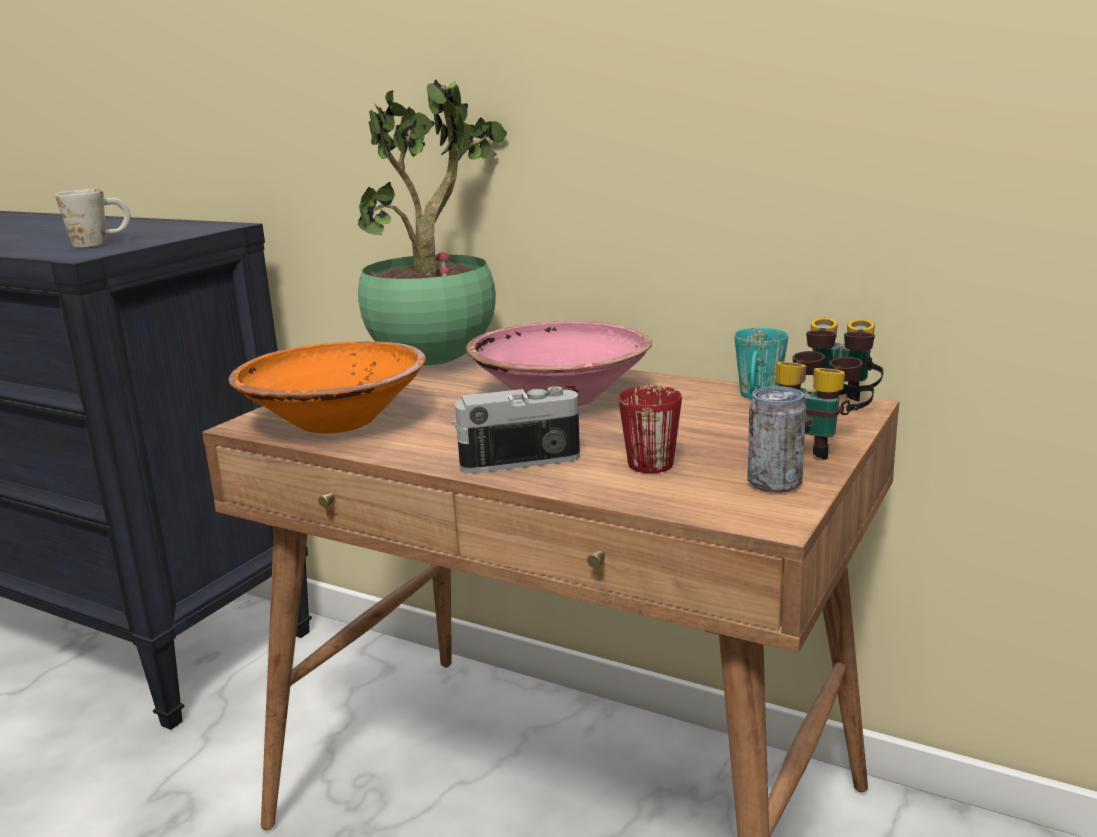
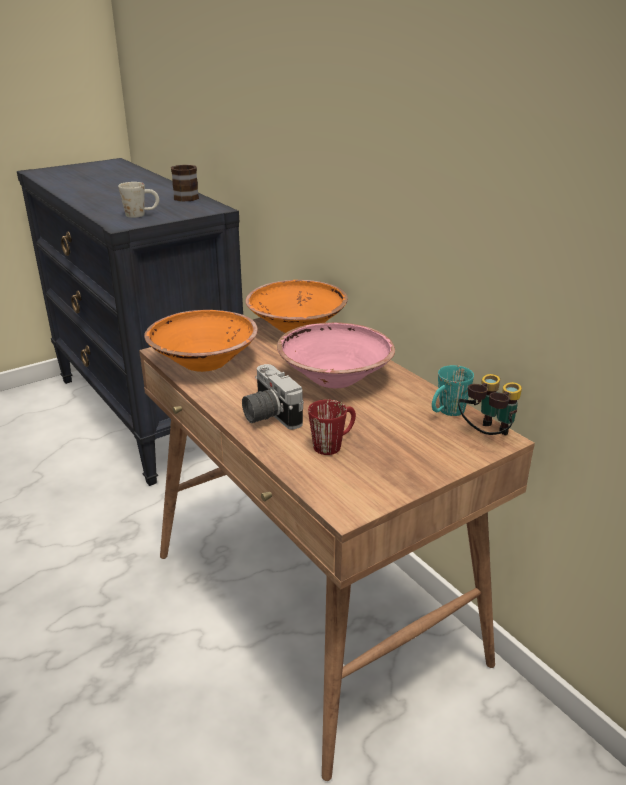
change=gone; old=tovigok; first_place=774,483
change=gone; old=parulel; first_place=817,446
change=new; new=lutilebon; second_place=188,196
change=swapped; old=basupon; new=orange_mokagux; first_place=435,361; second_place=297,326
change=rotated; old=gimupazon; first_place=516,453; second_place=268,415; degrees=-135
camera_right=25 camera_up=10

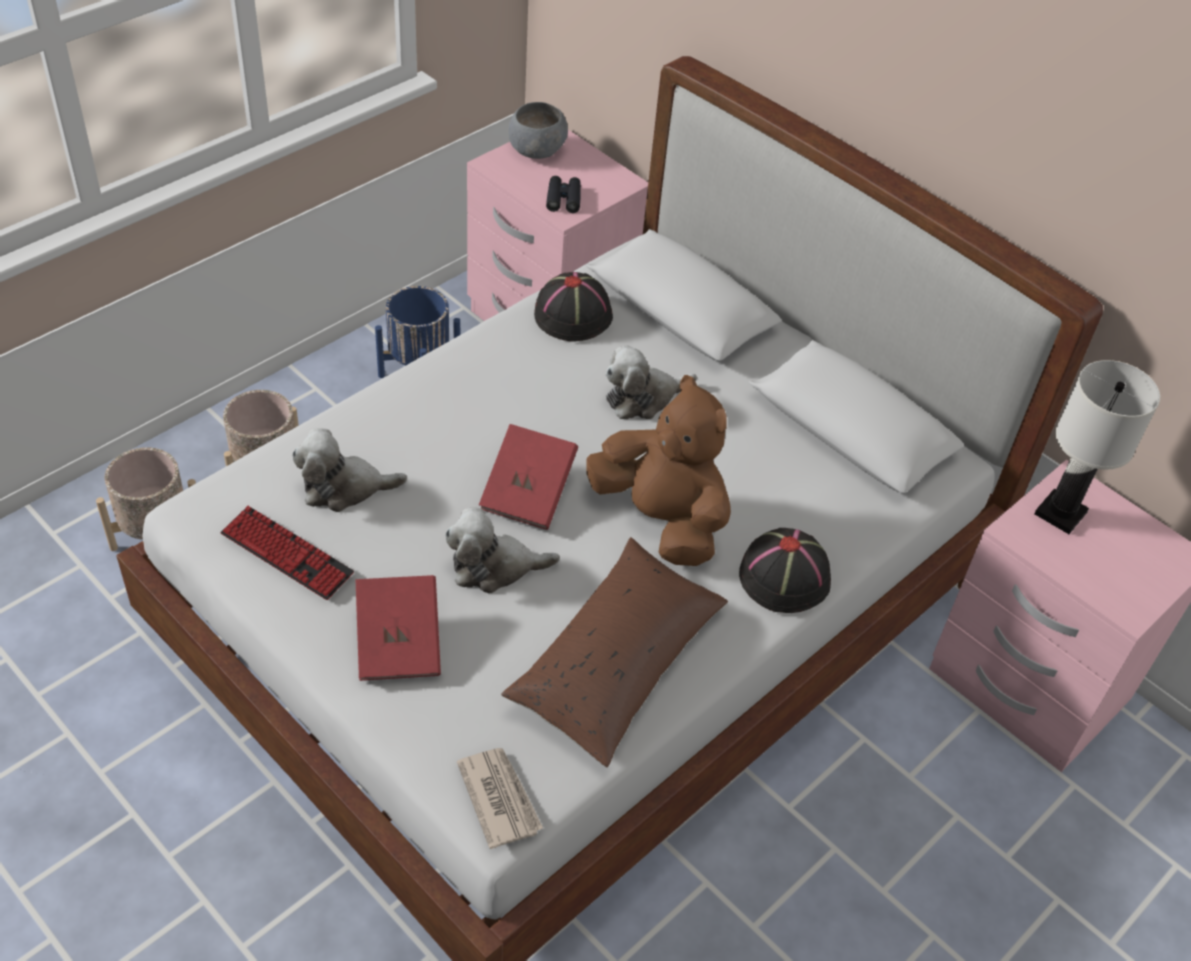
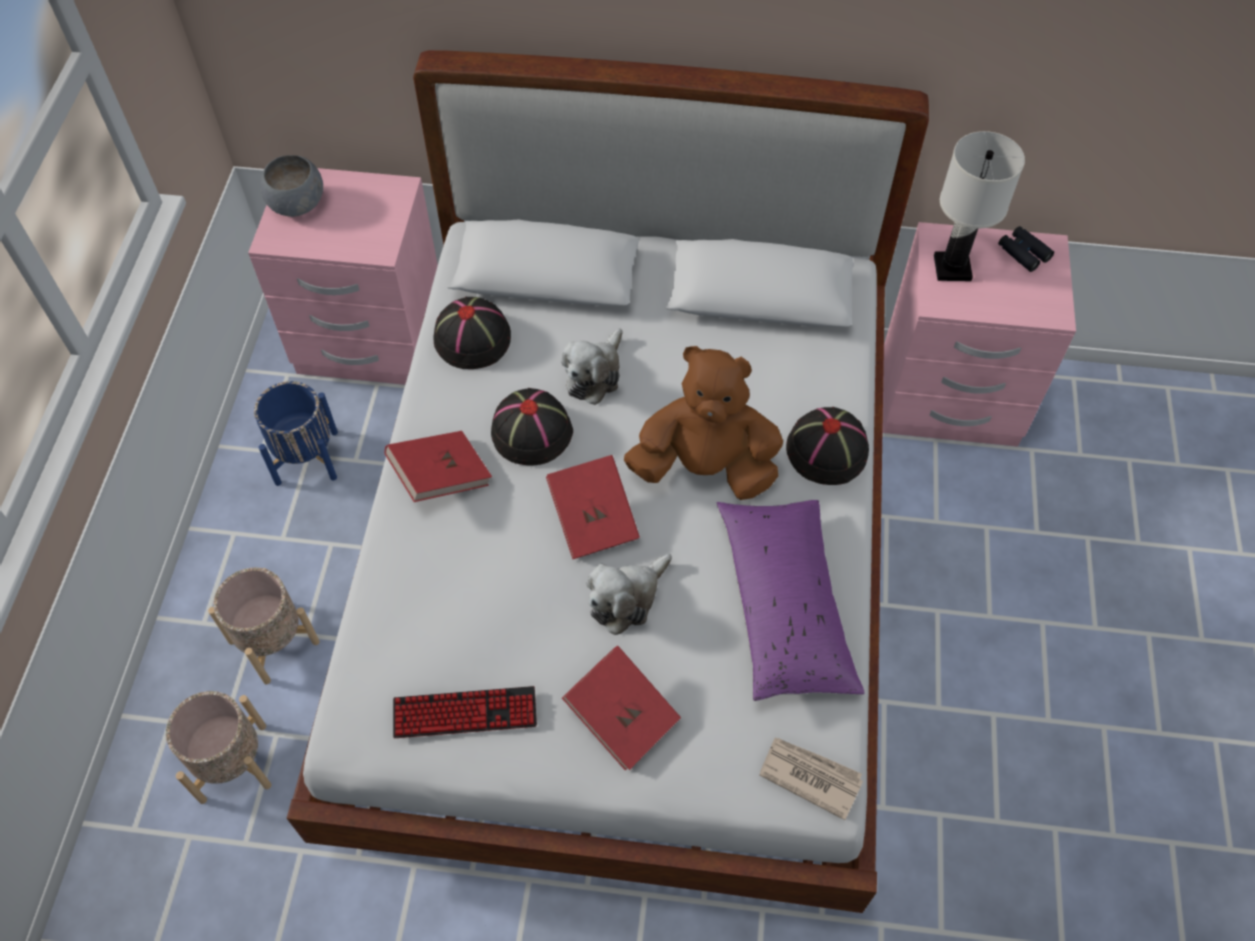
change=gone; old=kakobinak; first_place=344,488
change=new; new=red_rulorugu; second_place=441,477
change=new; new=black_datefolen; second_place=531,431
change=shifted; old=black_parulel; first_place=563,199; second_place=1023,253
change=repainted; old=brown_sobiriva; new=purple_sobiriva; first_place=617,663; second_place=784,607
camera_right=-35 camera_up=10

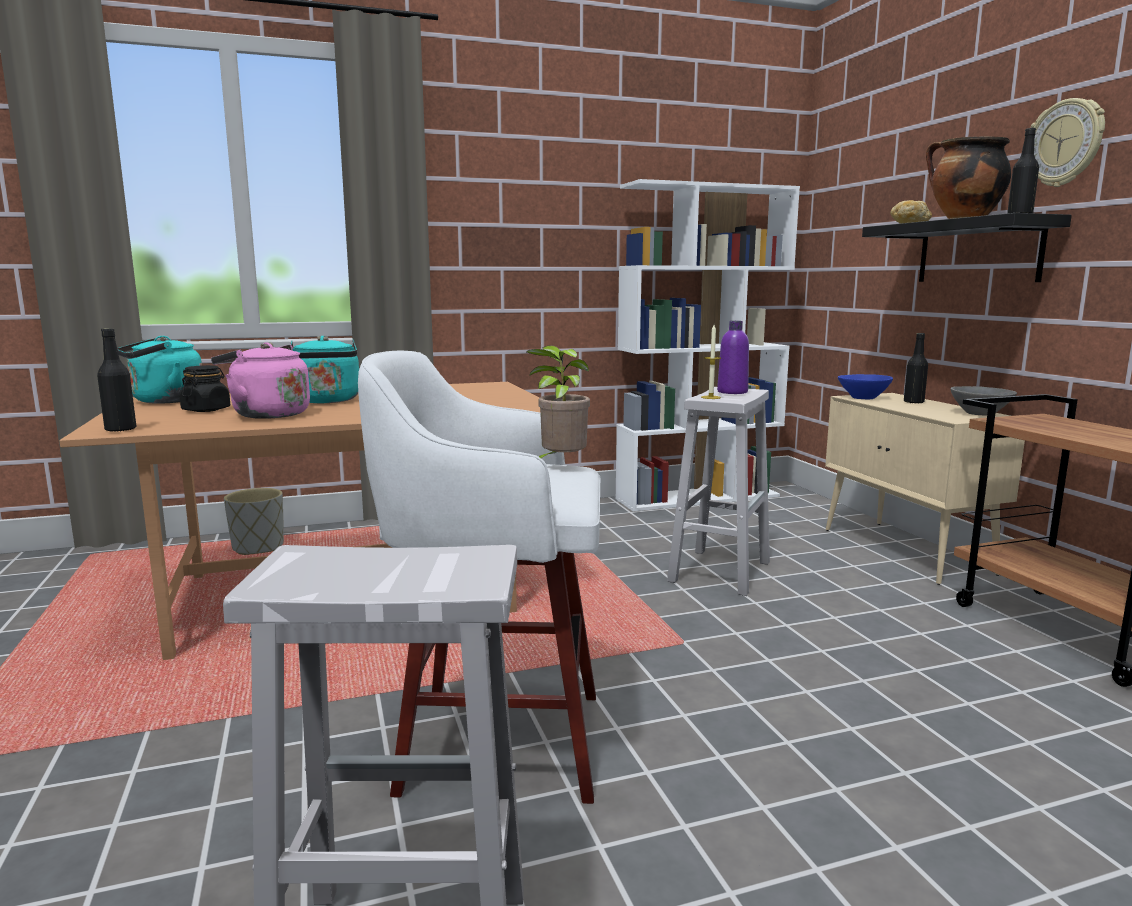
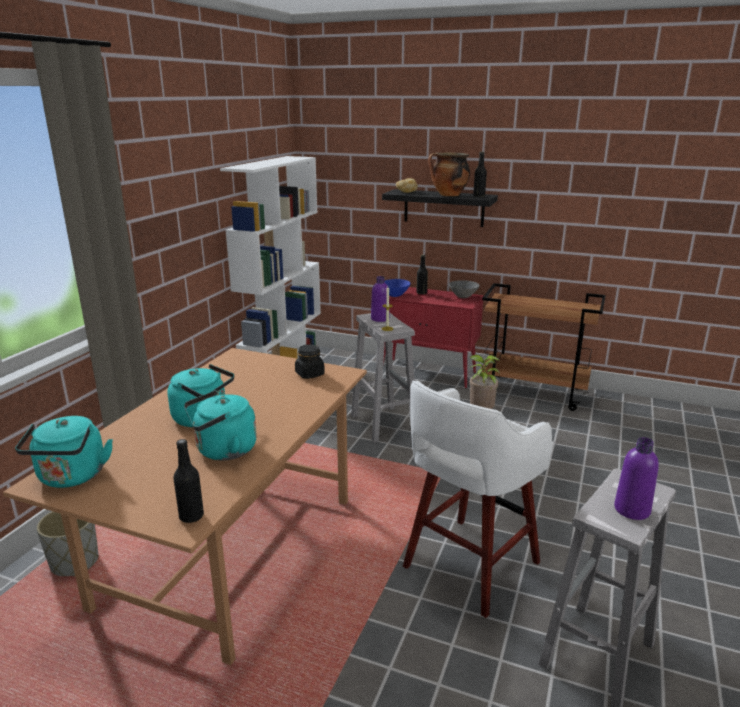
change=gone; old=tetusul; first_place=1065,143
change=new; new=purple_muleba; second_place=632,510
change=shifted; old=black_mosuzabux; first_place=206,410; second_place=309,374
change=repainted; old=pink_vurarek; new=turquoise_vurarek; first_place=267,414; second_place=223,451
change=repainted; old=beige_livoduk; new=red_livoduk; first_place=907,551; second_place=428,373
camera_right=-50 camera_up=10

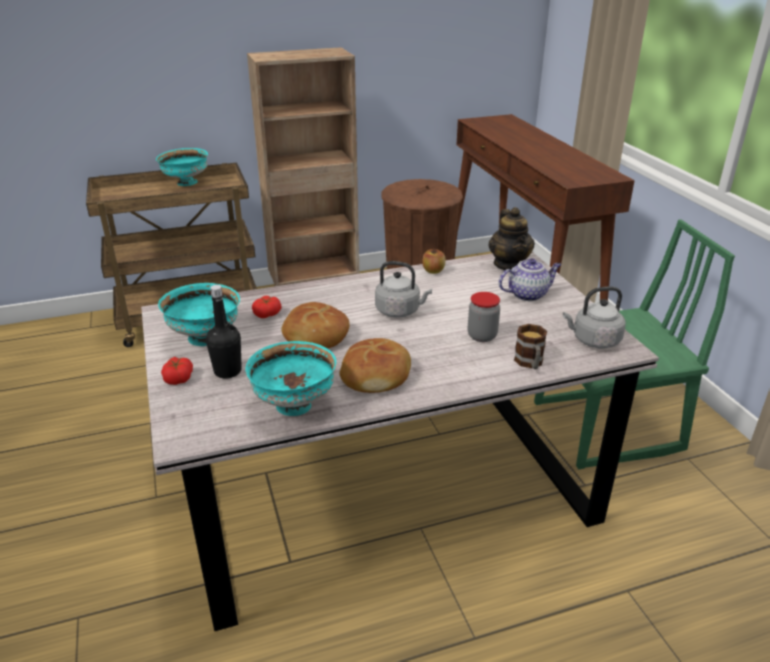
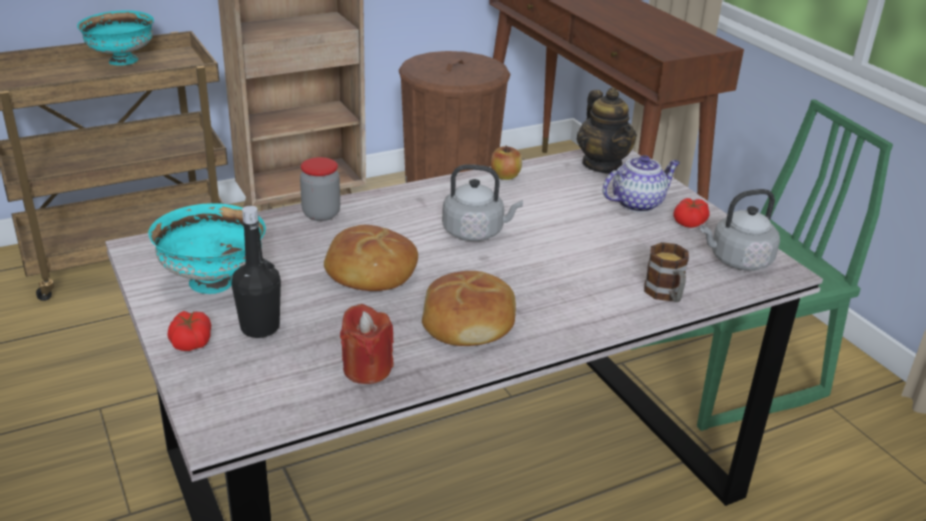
change=shifted; old=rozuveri; first_place=267,314; second_place=690,222
change=shifted; old=mosuzabux; first_place=482,336; second_place=321,214
change=swapped; old=turquoise_mokagux; new=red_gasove; first_place=293,405; second_place=367,369
camera_right=-10 camera_up=0

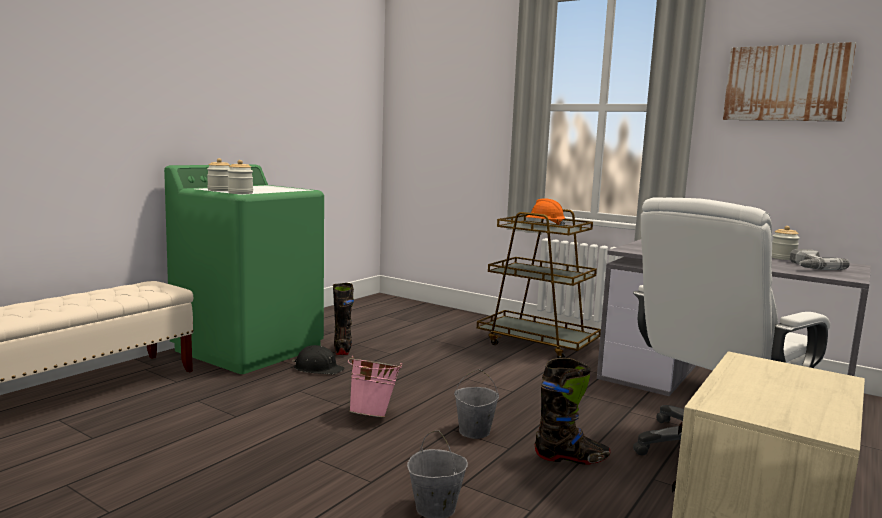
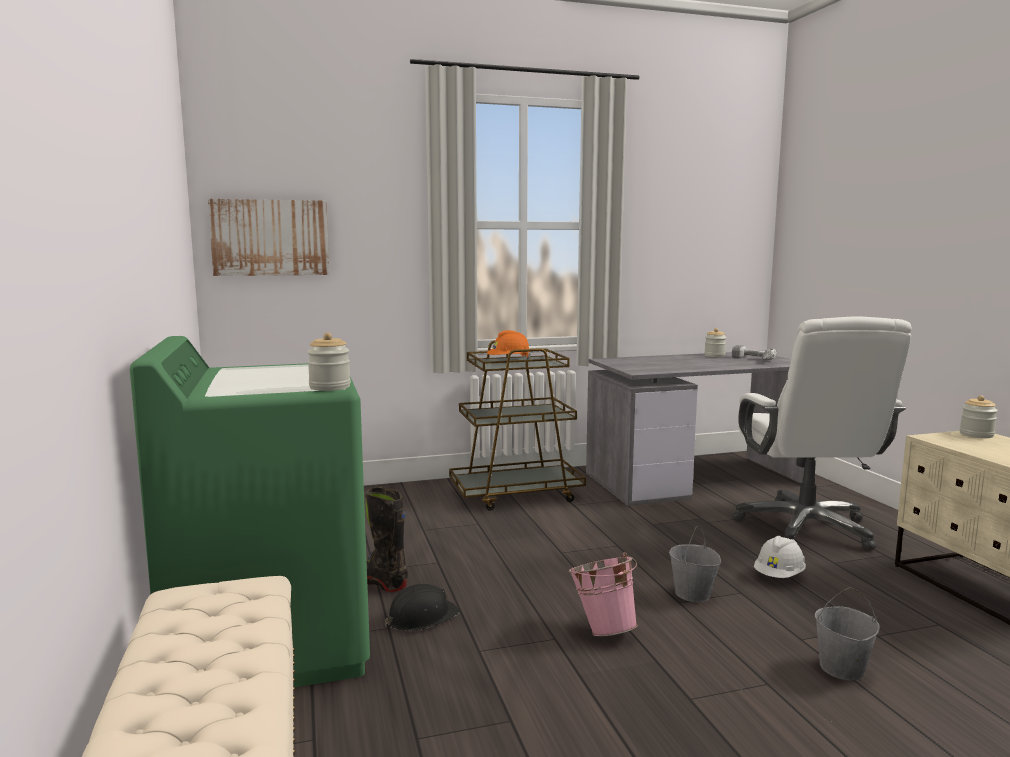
change=shifted; old=mosuzabux; first_place=220,190; second_place=976,435
change=shifted; old=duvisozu; first_place=786,83; second_place=270,237
change=swapped; old=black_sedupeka; new=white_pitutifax; first_place=571,458; second_place=779,576
camera_right=-50 camera_up=0

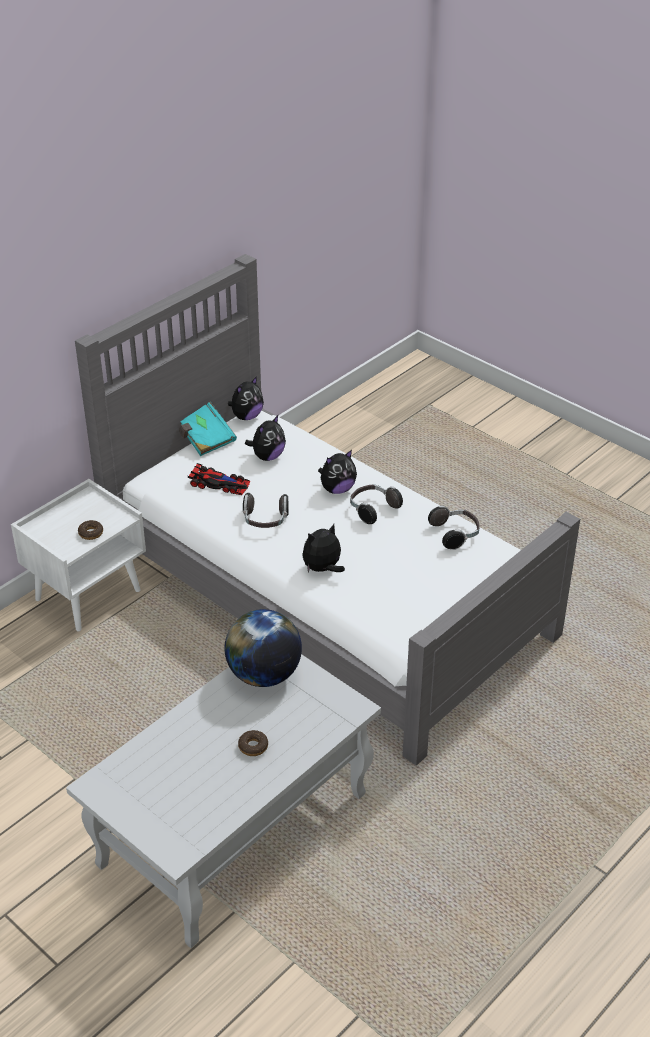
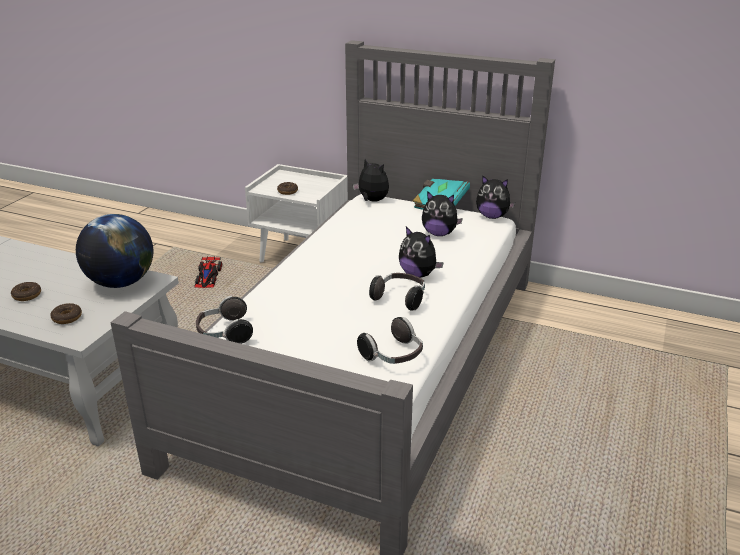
change=new; new=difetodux; second_place=67,317
change=shifted; old=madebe; first_place=219,484; second_place=208,276
change=shifted; old=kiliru; first_place=265,521; second_place=224,333
change=shifted; old=kakobinak; first_place=323,569; second_place=372,201
camera_right=70 camera_up=-10

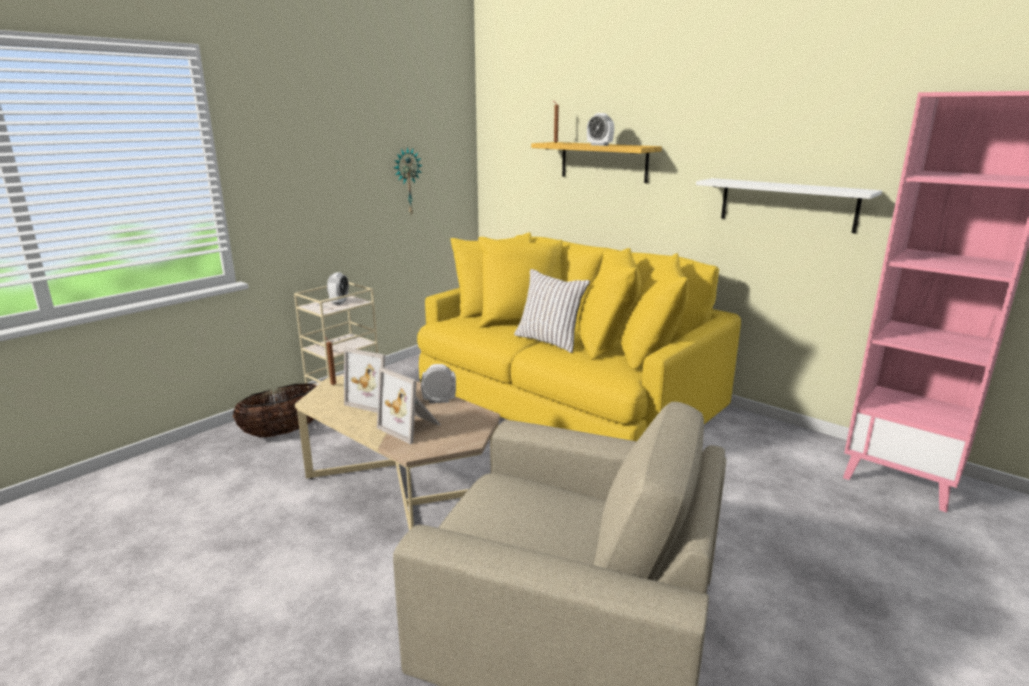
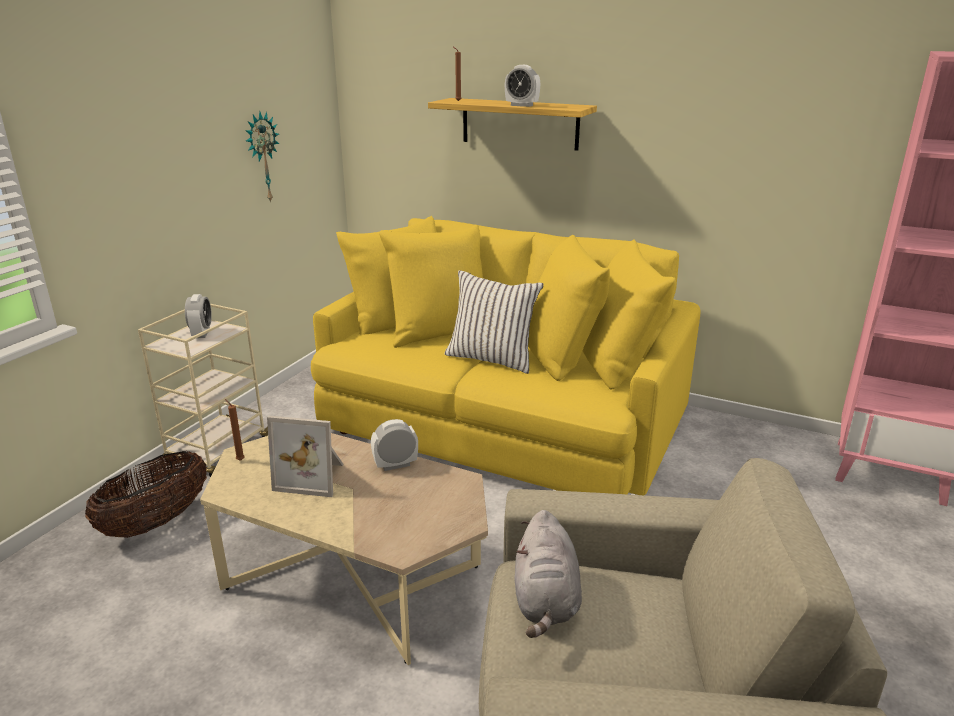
change=gone; old=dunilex; first_place=411,427
change=gone; old=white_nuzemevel; first_place=787,204
change=new; new=grey_kakobinak; second_place=546,601
camera_right=-15 camera_up=5

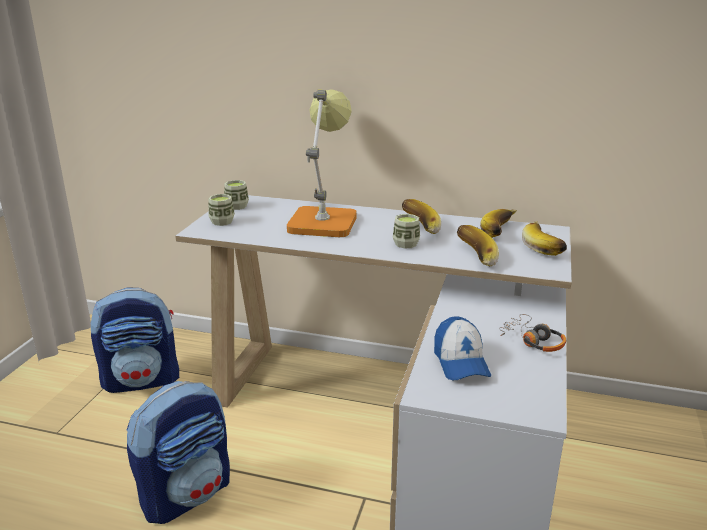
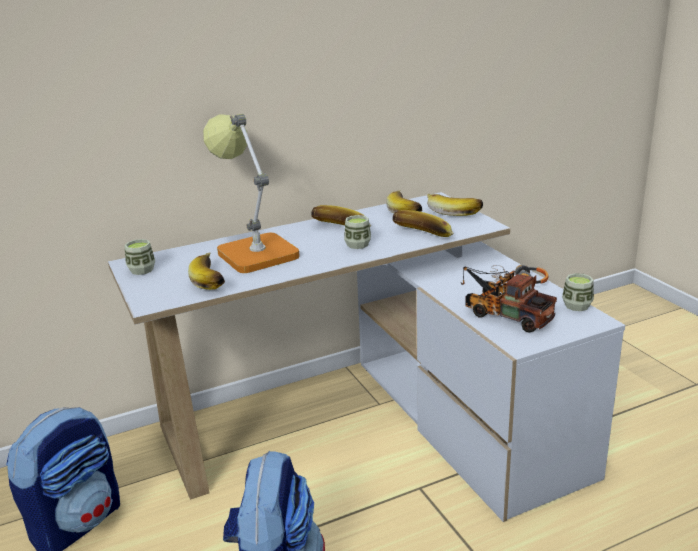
change=new; new=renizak; second_place=213,280
change=shifted; old=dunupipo; first_place=222,222; second_place=577,306
change=swapped; old=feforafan; new=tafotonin; first_place=460,362; second_place=503,315
camera_right=-40 camera_up=0

